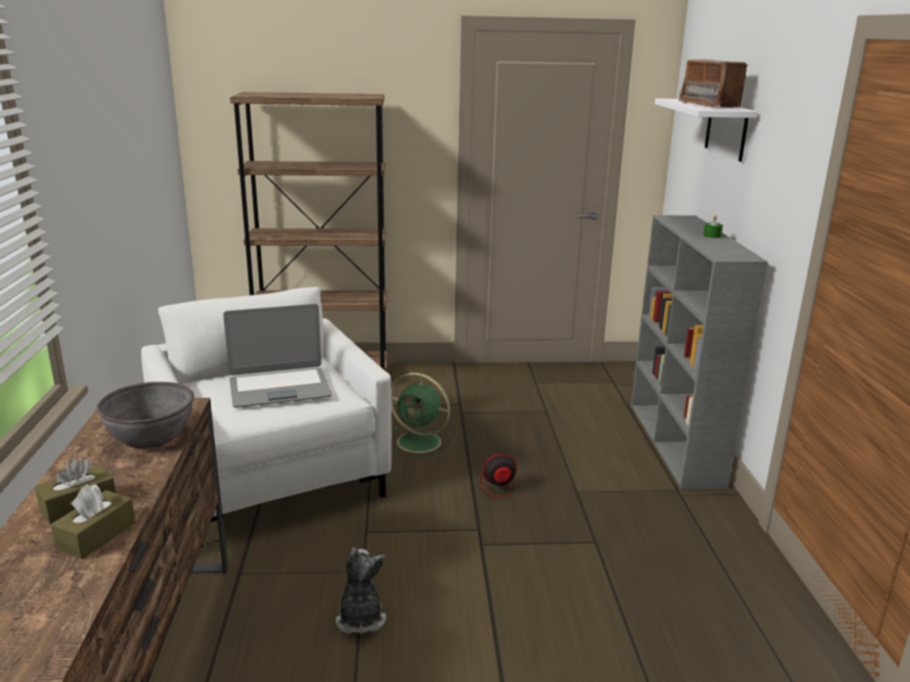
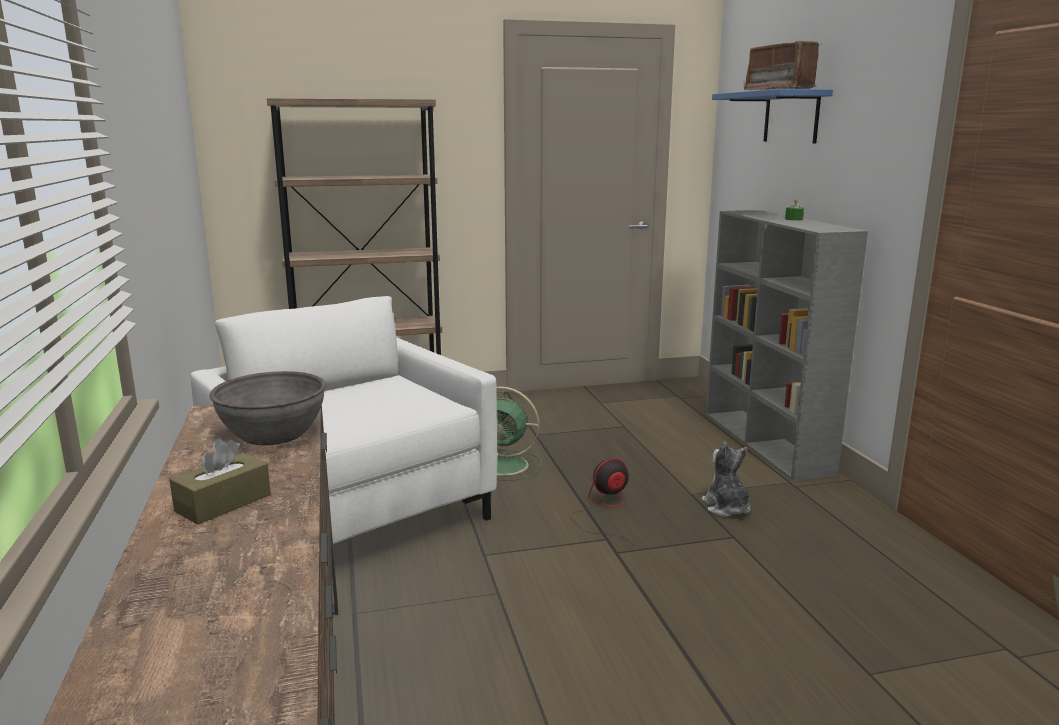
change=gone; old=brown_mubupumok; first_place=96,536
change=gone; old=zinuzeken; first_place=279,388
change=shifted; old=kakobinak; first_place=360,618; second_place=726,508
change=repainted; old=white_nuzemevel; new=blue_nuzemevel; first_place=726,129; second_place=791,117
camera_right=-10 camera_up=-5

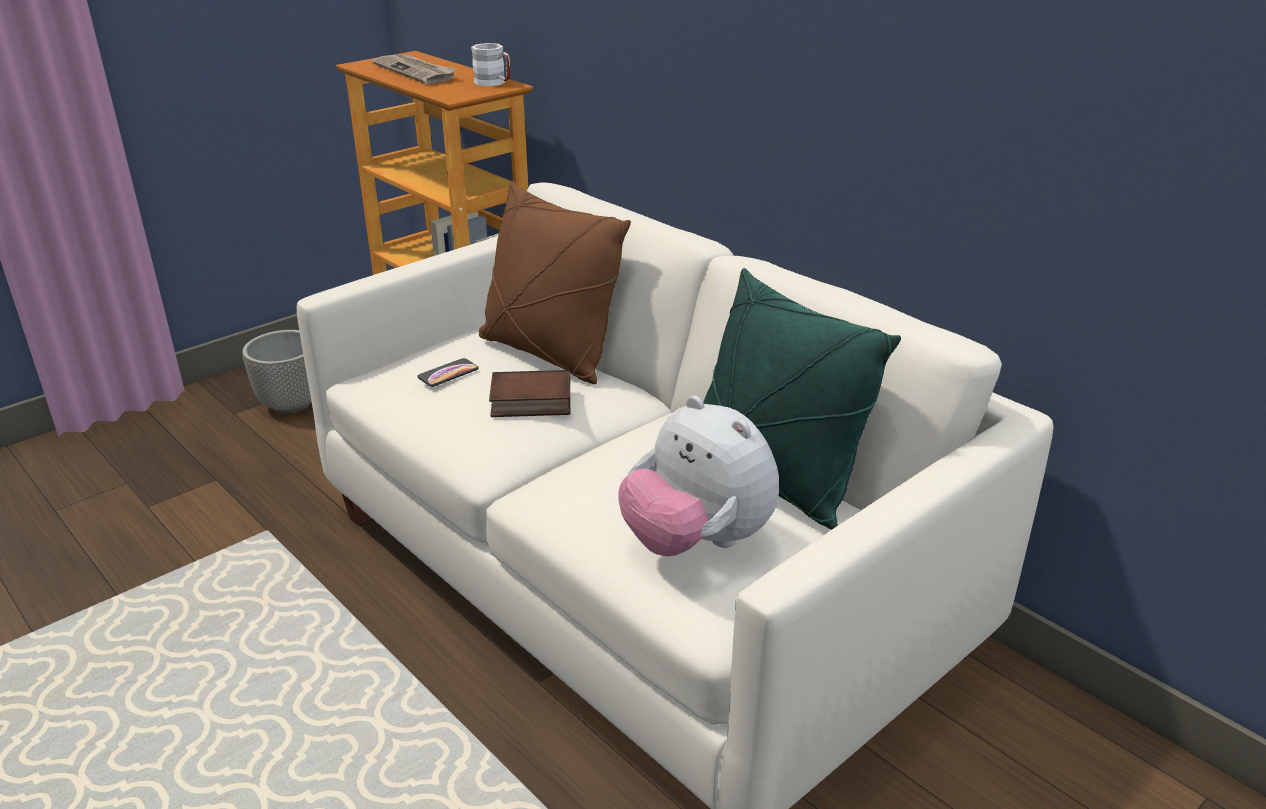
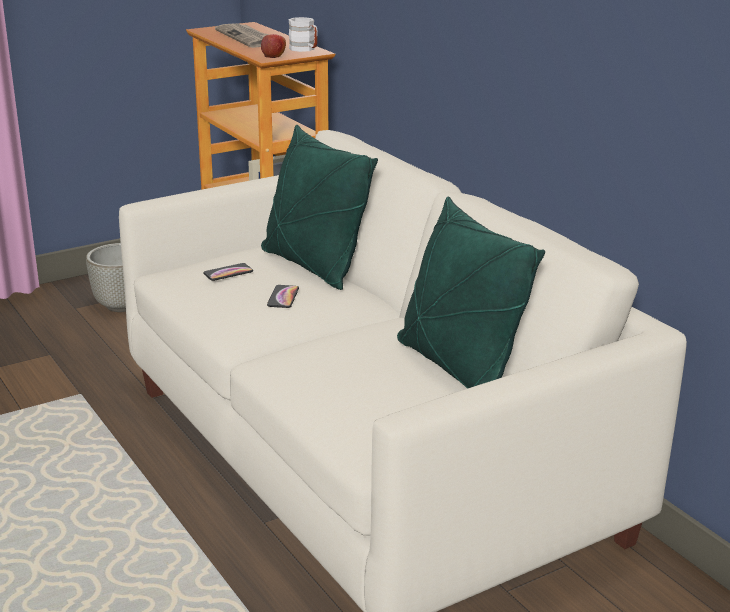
change=gone; old=kakobinak; first_place=697,542
change=new; new=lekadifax; second_place=273,56
change=swapped; old=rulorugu; new=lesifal; first_place=529,403; second_place=283,297
change=repainted; old=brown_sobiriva; new=green_sobiriva; first_place=549,354; second_place=313,266
camera_right=10 camera_up=-5

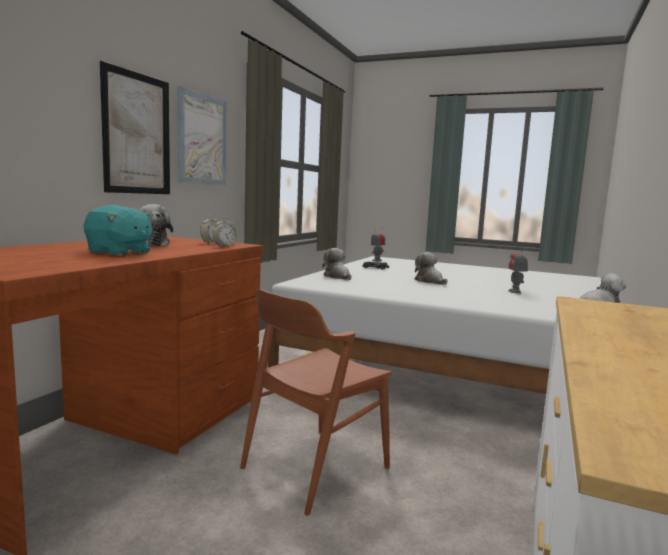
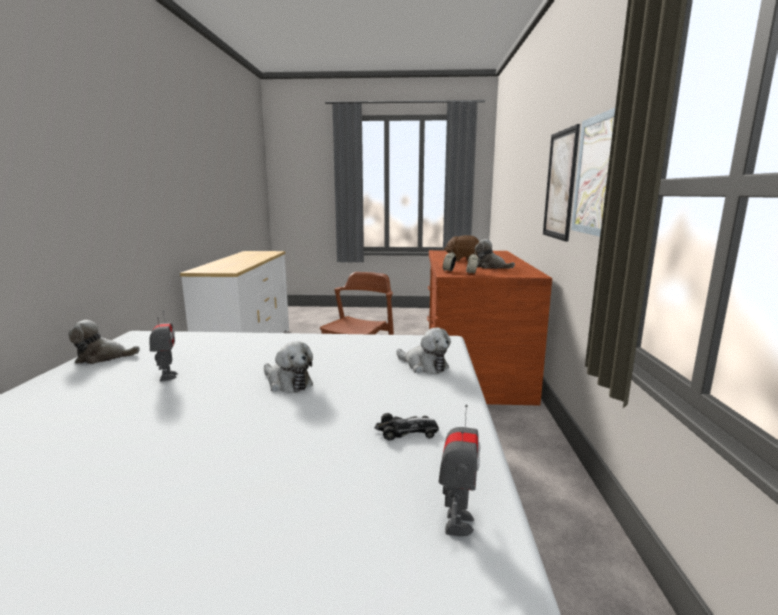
change=repainted; old=turquoise_kakobinak; new=brown_kakobinak; first_place=119,252; second_place=463,260
camera_right=160 camera_up=5

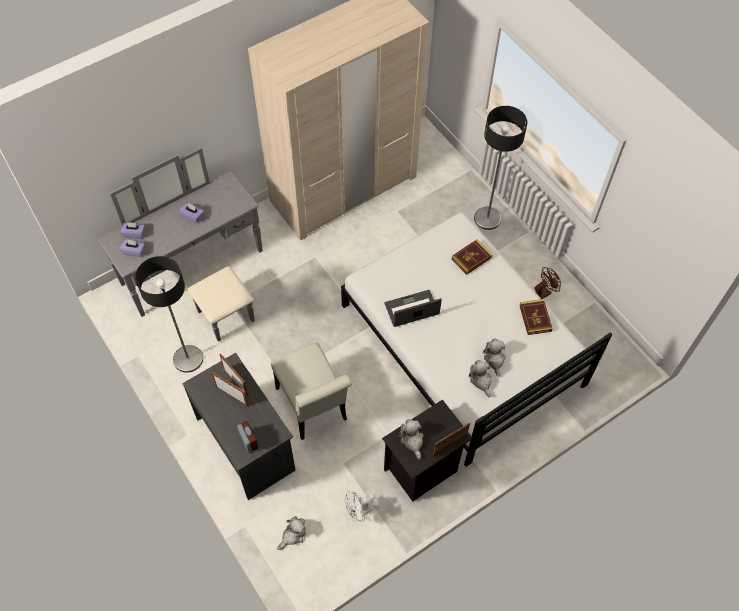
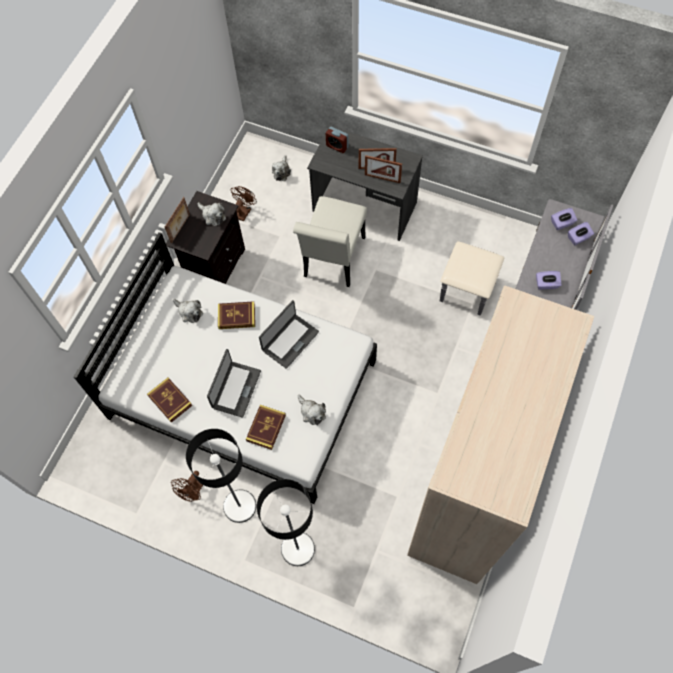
change=new; new=zinuzeken; second_place=236,389
change=new; new=rulorugu; second_place=236,316
change=shifted; old=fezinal; first_place=188,359; second_place=239,506
change=shifted; old=kakobinak; first_place=494,359; second_place=311,412
change=repainted; old=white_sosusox; new=brown_sosusox; first_place=359,512; second_place=244,211
change=rotated; old=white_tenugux; first_place=313,408; second_place=333,261; degrees=-105
camera_right=150 camera_up=5

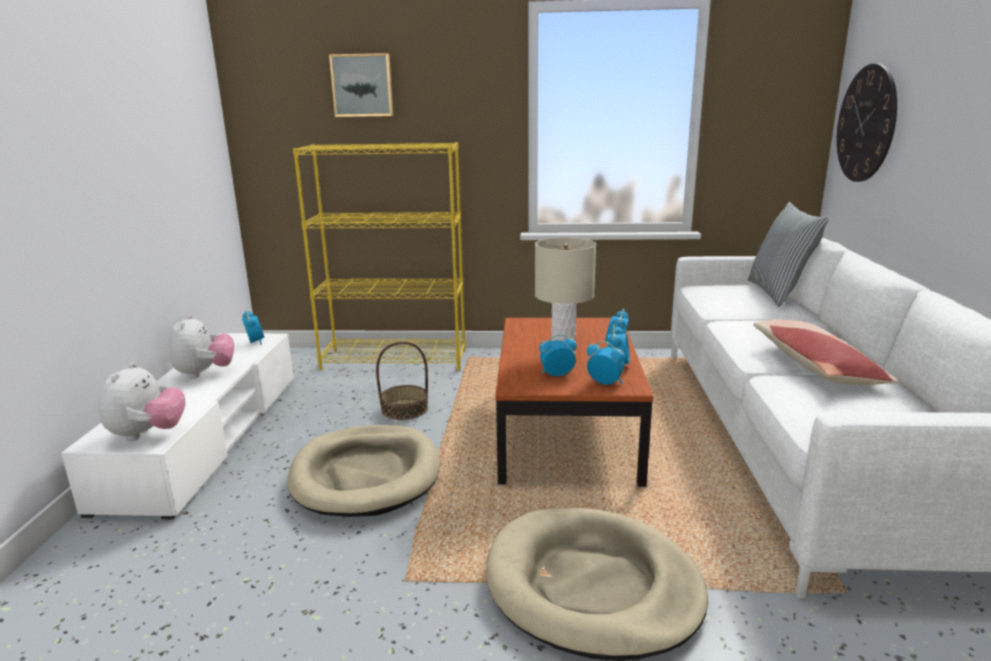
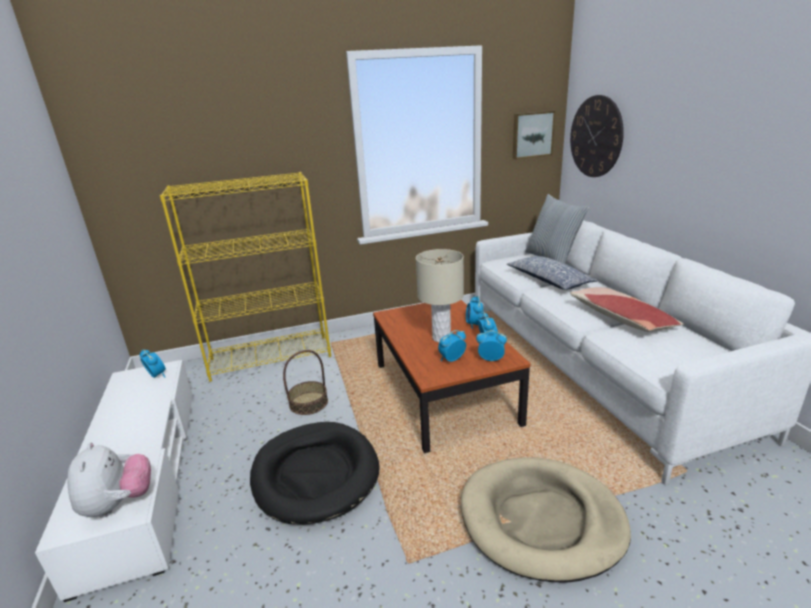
change=gone; old=kakobinak; first_place=204,373
change=new; new=sobiriva; second_place=548,281
change=shifted; old=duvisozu; first_place=362,85; second_place=532,134
change=repainted; old=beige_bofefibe; new=black_bofefibe; first_place=366,475; second_place=315,474
camera_right=-20 camera_up=5

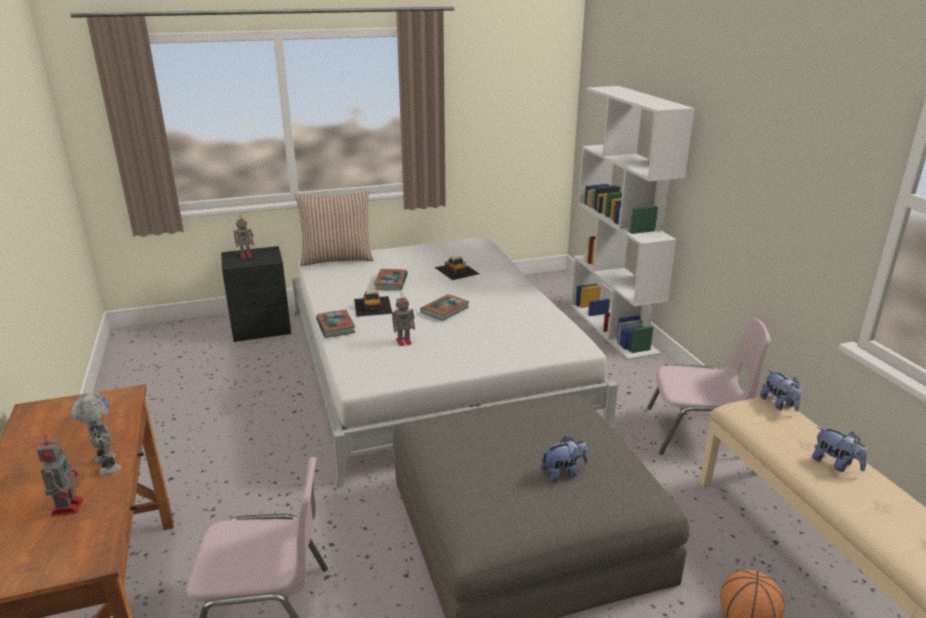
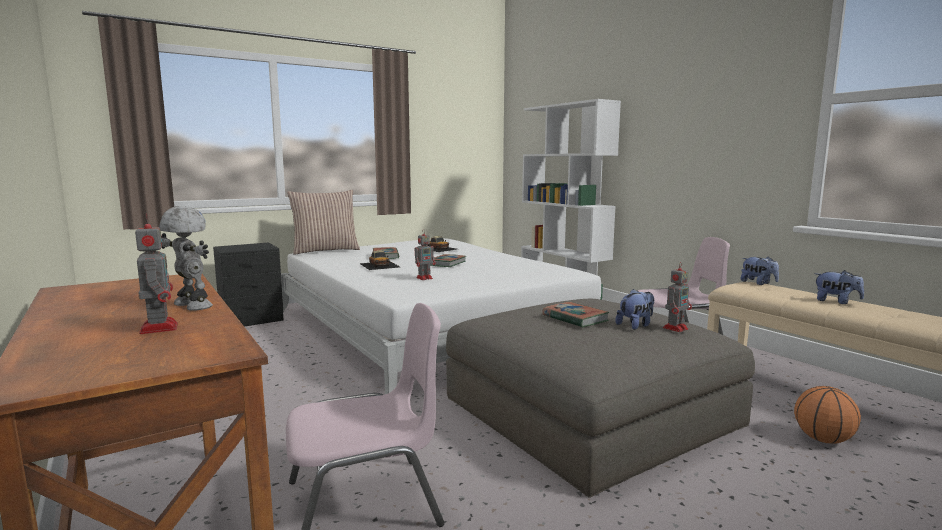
change=shifted; old=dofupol; first_place=246,255; second_place=676,328
change=shifted; old=rulorugu; first_place=335,327; second_place=575,318
camera_right=-15 camera_up=-15

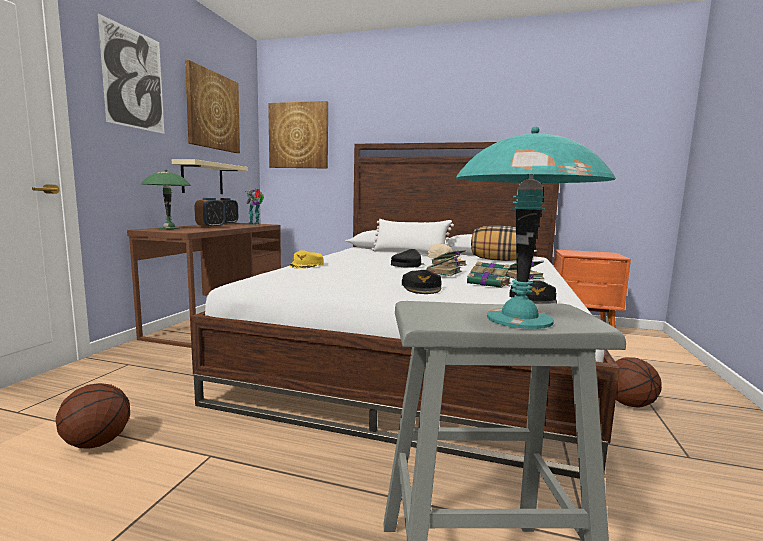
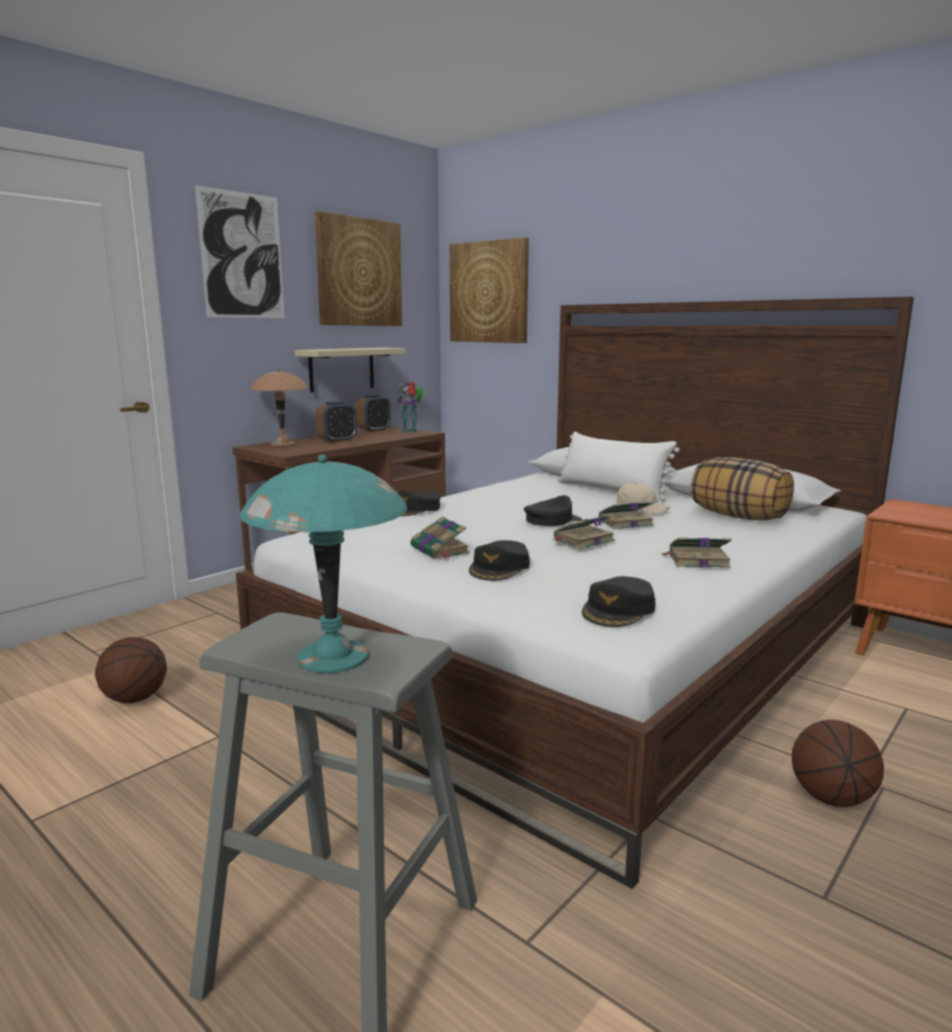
change=shifted; old=rulorugu; first_place=489,283; second_place=440,550
change=repainted; old=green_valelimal; new=brown_valelimal; first_place=168,228; second_place=282,444
change=repainted; old=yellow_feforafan; new=black_feforafan; first_place=307,265; second_place=416,509
camera_right=25 camera_up=5

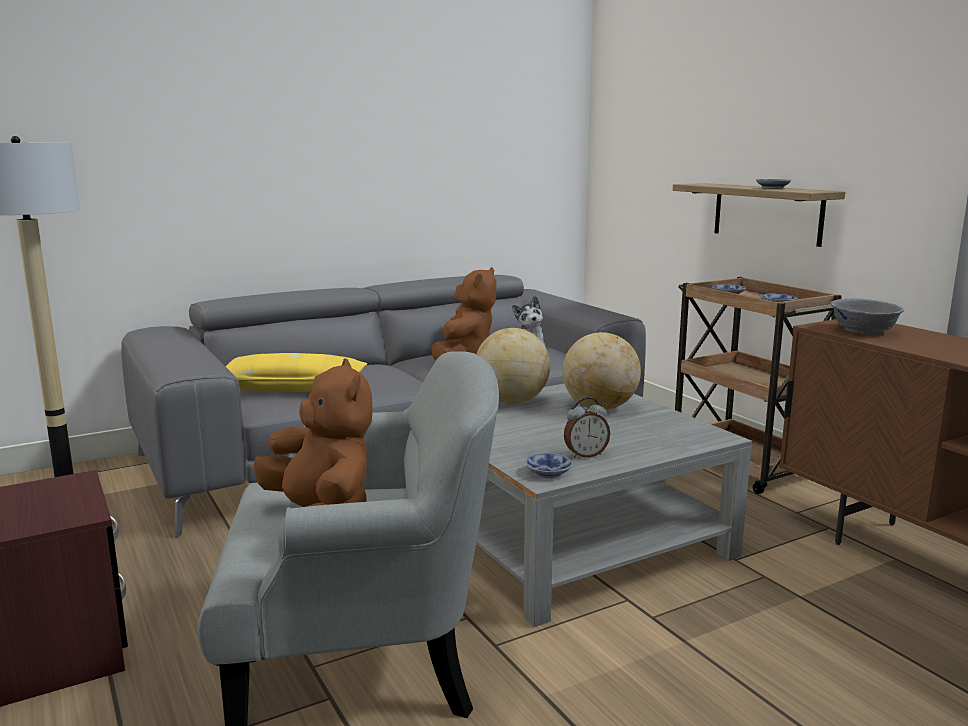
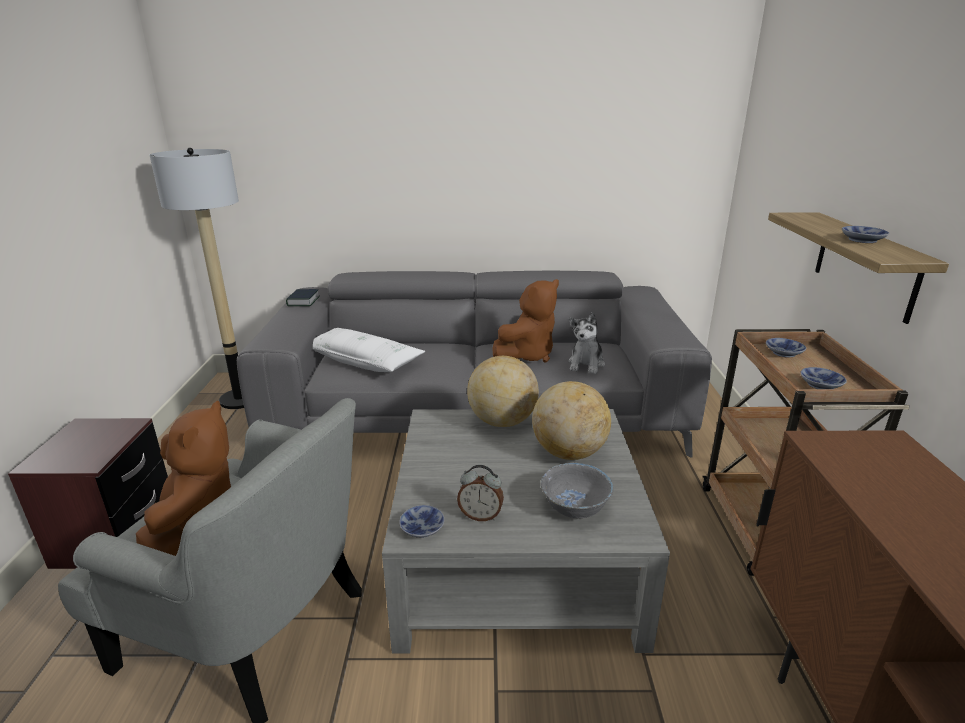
change=new; new=rulorugu; second_place=303,301
change=shifted; old=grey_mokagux; first_place=863,331; second_place=575,506
change=repainted; old=yellow_sobiriva; new=white_sobiriva; first_place=292,388; second_place=364,361
camera_right=30 camera_up=10

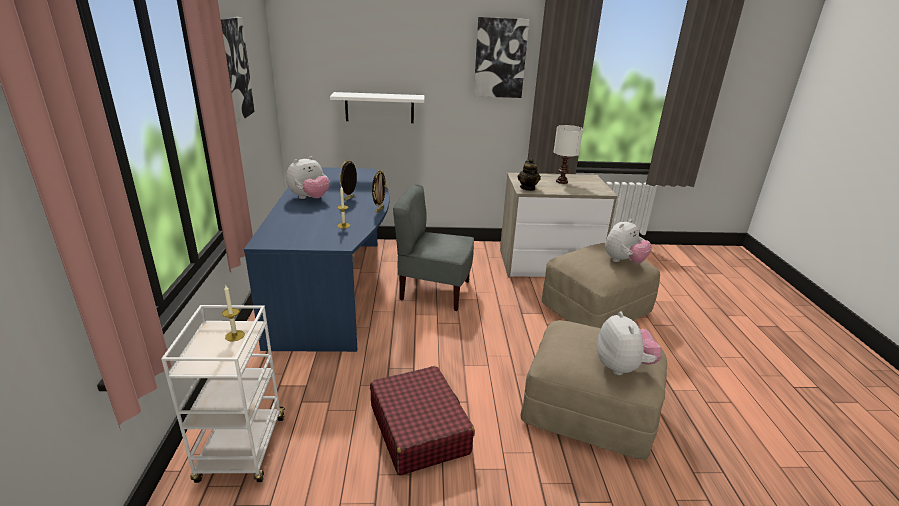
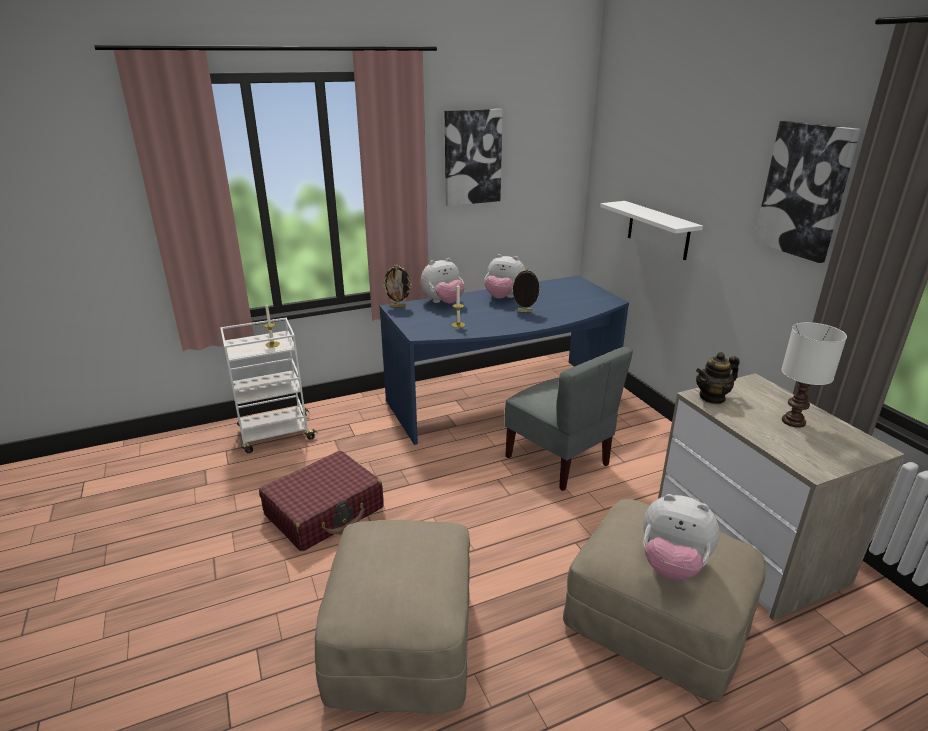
change=shifted; old=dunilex; first_place=379,210; second_place=398,307
change=shifted; old=kakobinak; first_place=622,367; second_place=443,302
change=rotated; old=grey_tenugux; first_place=434,291; second_place=558,460; degrees=150
camera_right=70 camera_up=0

